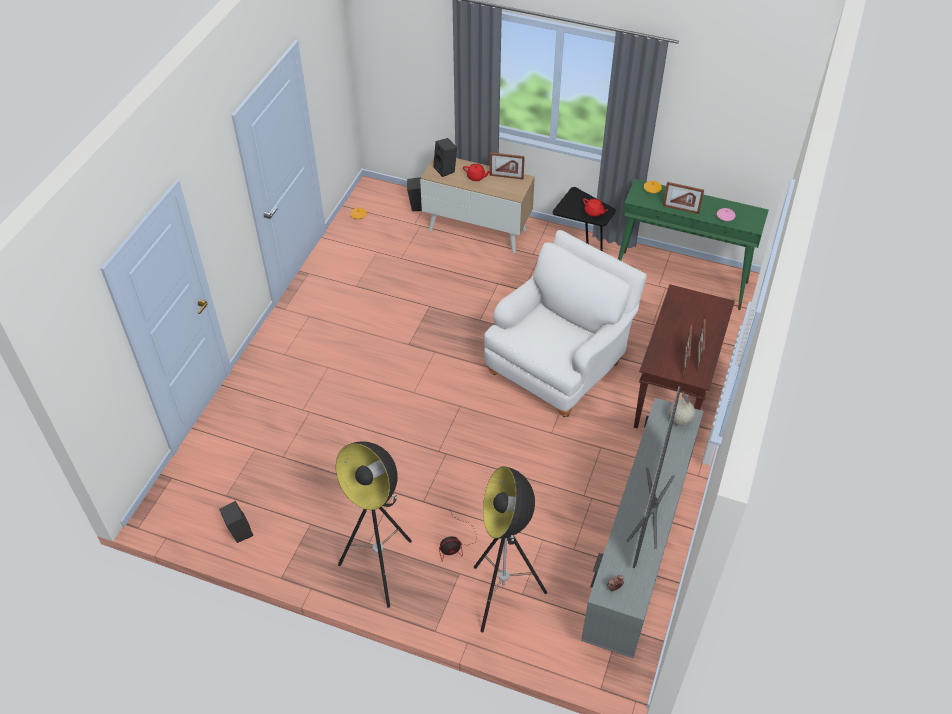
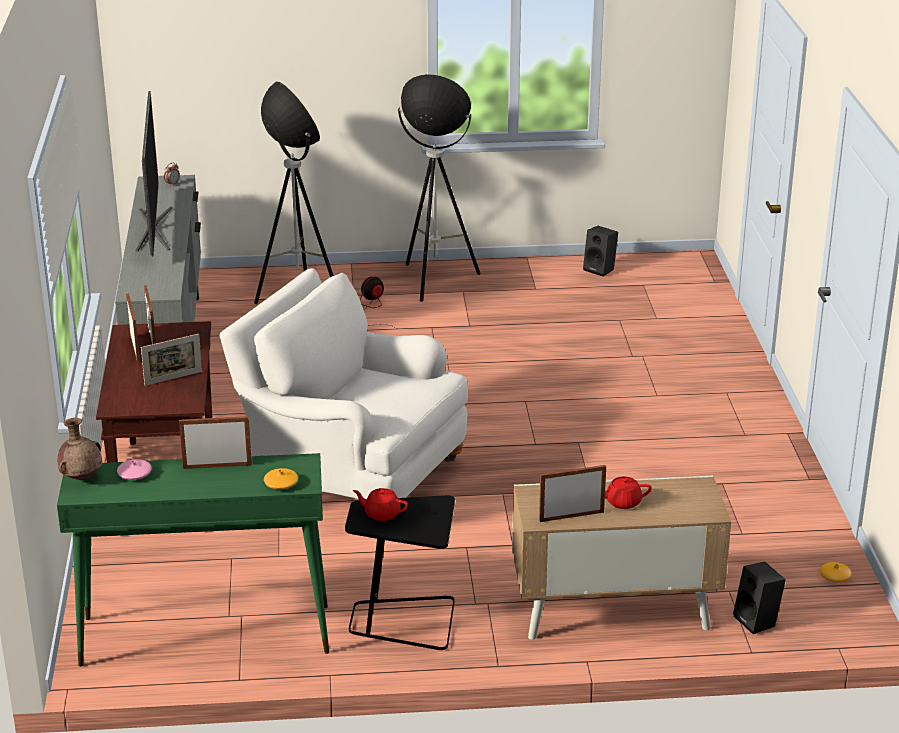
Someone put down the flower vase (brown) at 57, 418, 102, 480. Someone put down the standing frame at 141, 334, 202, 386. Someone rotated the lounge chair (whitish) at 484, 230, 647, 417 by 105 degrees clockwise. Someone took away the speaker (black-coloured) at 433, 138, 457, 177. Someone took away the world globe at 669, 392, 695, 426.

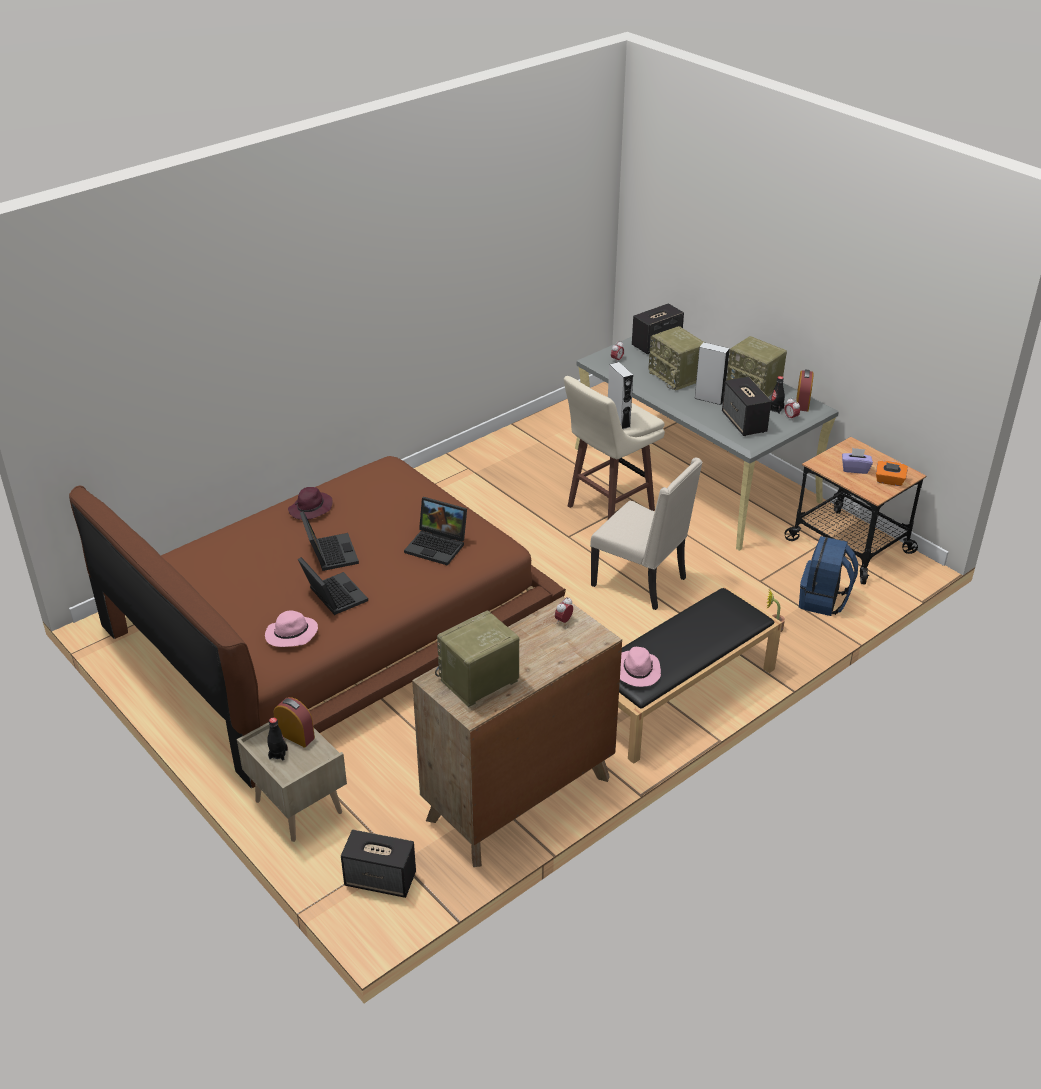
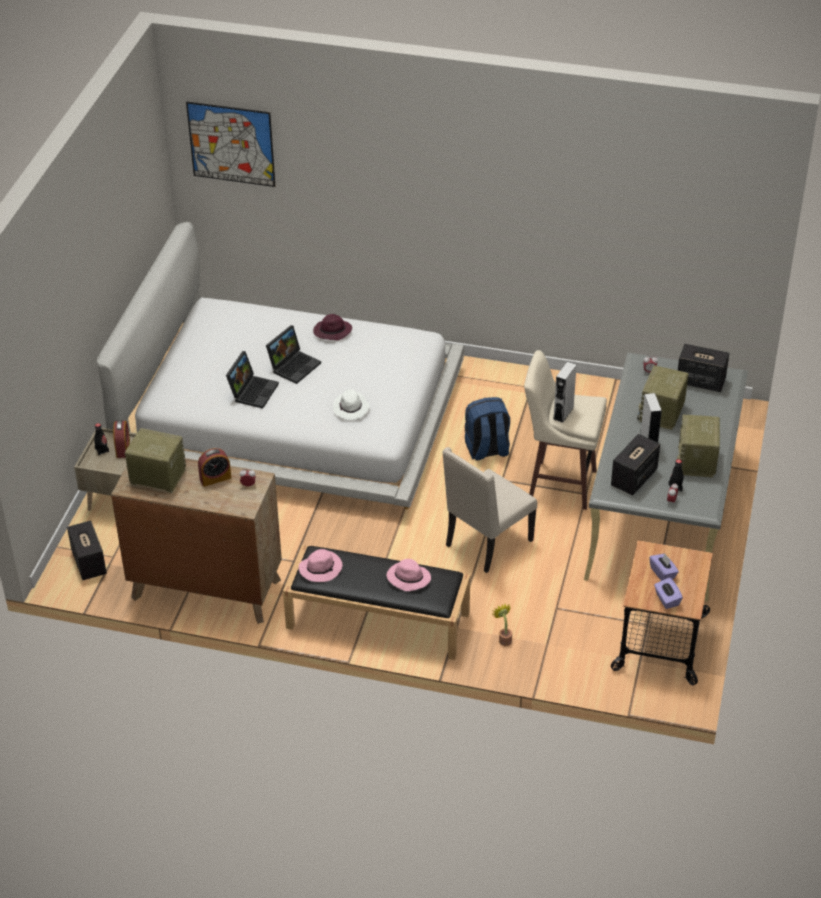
Someone repainted the sleeping bed (brown) at 69, 456, 566, 788, which became the sleeping bed (whitish) at 97, 222, 465, 509. Someone put up the wall picture at 186, 101, 275, 187. Someone carried the table clock from 796, 370, 814, 411 to 198, 448, 231, 487. Someone swapped the portable computer at 404, 497, 467, 566 for the wearable hat (whitish) at 333, 389, 370, 420. Someone carried the wearable hat (pinkish) from 265, 610, 318, 647 to 387, 559, 431, 591. Someone rotated the chair (beige) at 590, 457, 703, 610 by 45 degrees clockwise. Someone carried the rucksack (bluish) from 799, 536, 858, 616 to 464, 397, 510, 461. Someone repainted the box of tissues (orange-coloured) at 876, 461, 908, 486, which became the box of tissues (purple) at 654, 577, 683, 609.

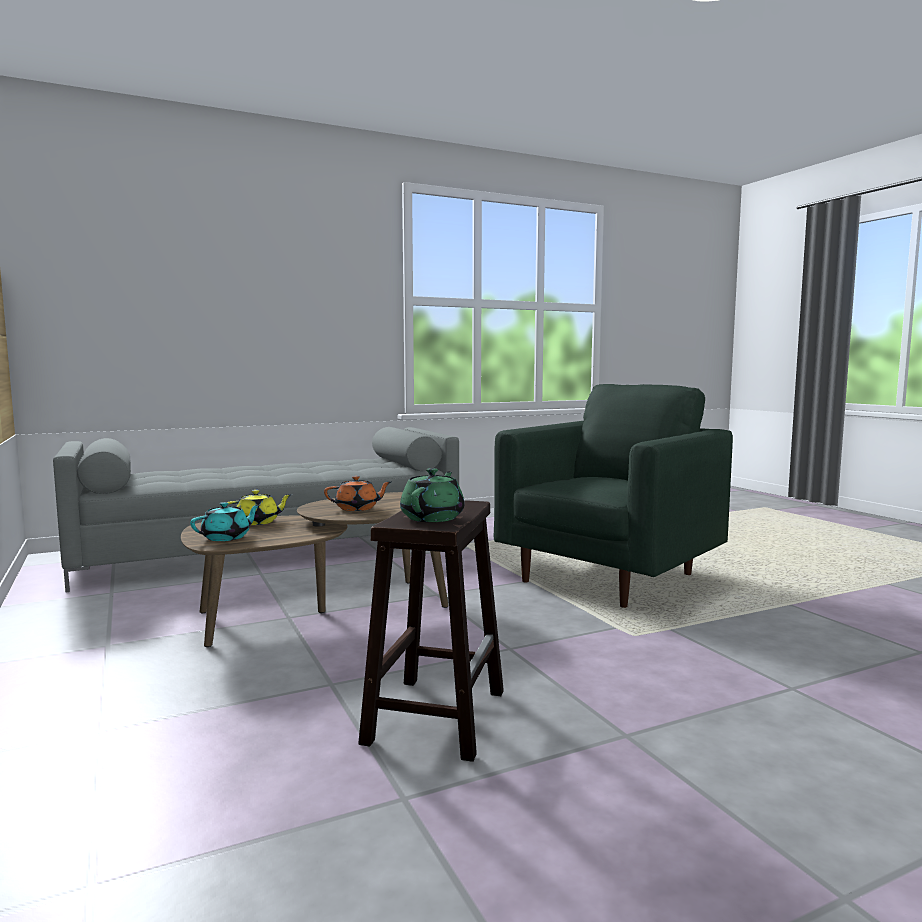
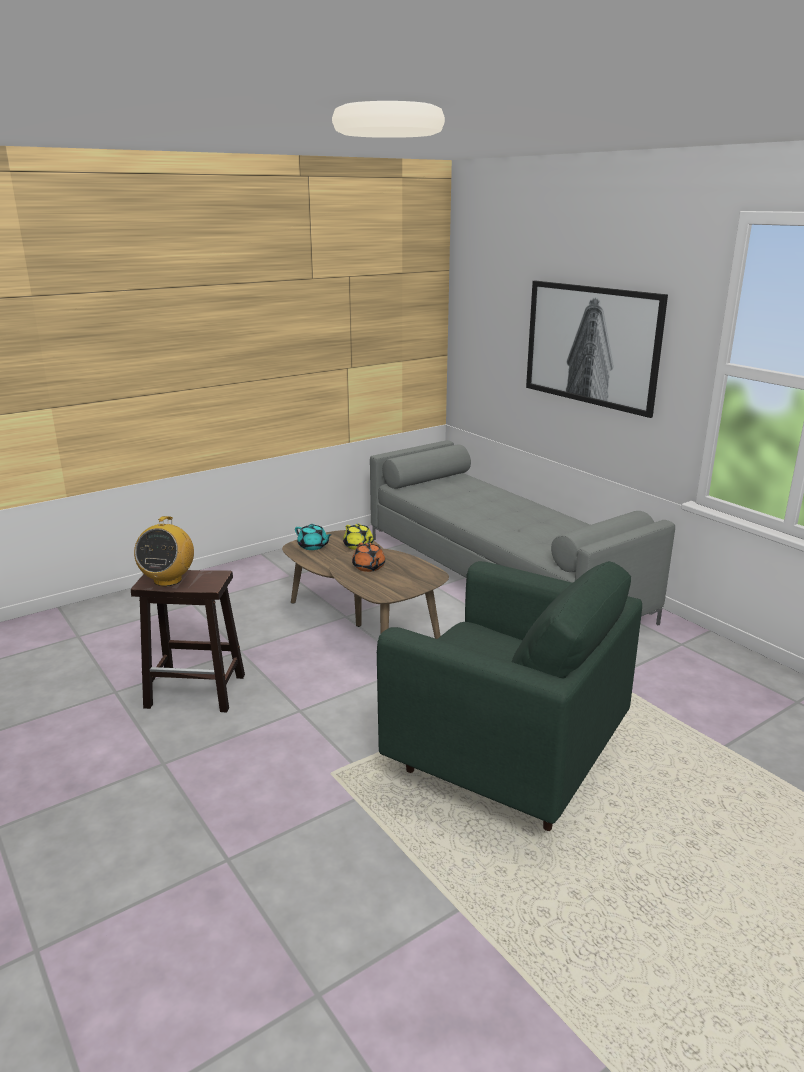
Someone swapped the pot for tea (green) at 400, 468, 465, 522 for the radio receiver at 134, 516, 194, 586. Someone put up the wall picture at 526, 281, 668, 418.

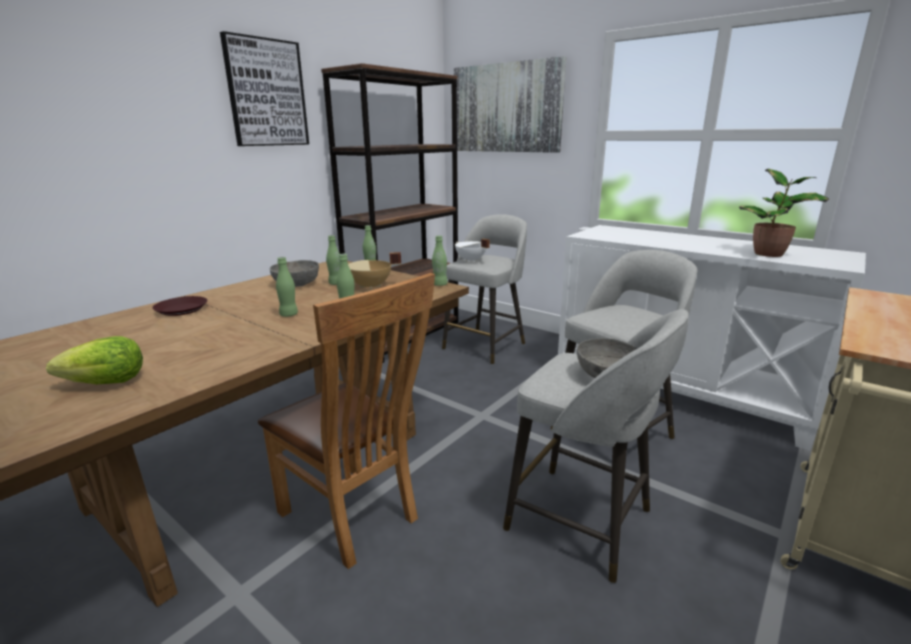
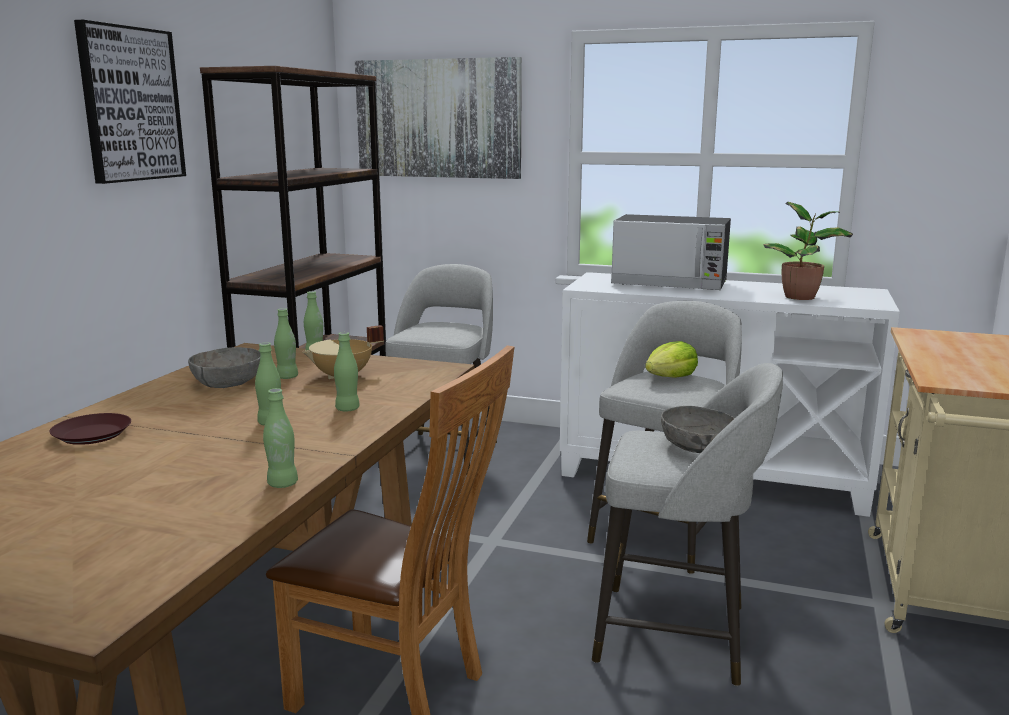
Someone carried the bottle (green) from 432, 235, 448, 286 to 263, 388, 298, 488. Someone put down the microwave at 611, 214, 731, 290. Someone carried the lettuce from 46, 336, 143, 384 to 645, 341, 698, 378. Someone took away the stockpot (whitish) at 455, 239, 490, 262.

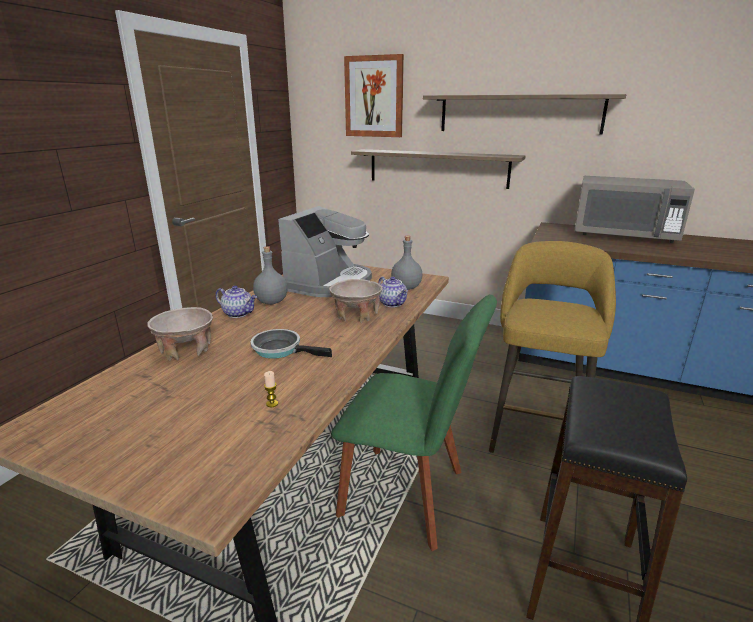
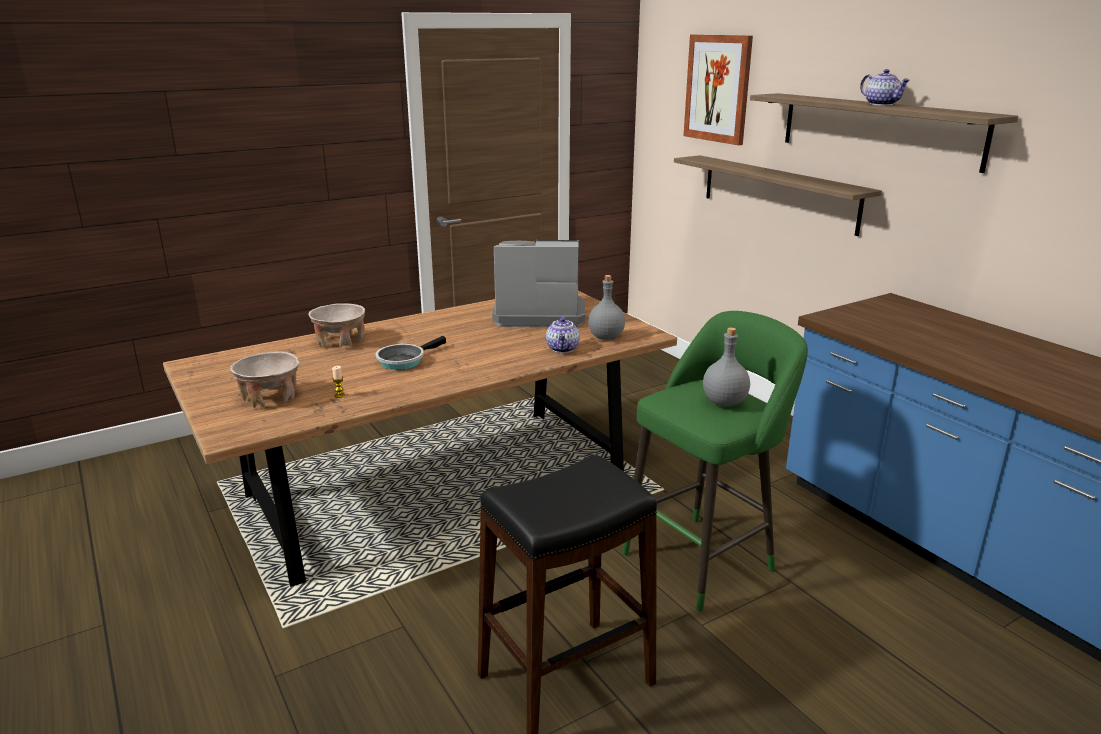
Someone carried the deep dish (beige) from 329, 279, 382, 323 to 230, 351, 300, 408. Someone rotated the skillet at 251, 329, 332, 359 by 105 degrees counterclockwise. Someone rotated the coffee machine at 278, 206, 372, 297 by 150 degrees counterclockwise. Someone repainted the stool seat (yellow-coloured) at 489, 241, 616, 453, which became the stool seat (green) at 622, 311, 808, 612. Someone carried the bottle (greyish) from 253, 246, 288, 305 to 703, 327, 750, 406. Someone carried the pot for tea from 216, 286, 257, 318 to 860, 69, 910, 106. Someone took away the chair (green) at 331, 295, 497, 551. Someone took away the microwave (greyish) at 575, 176, 695, 243.

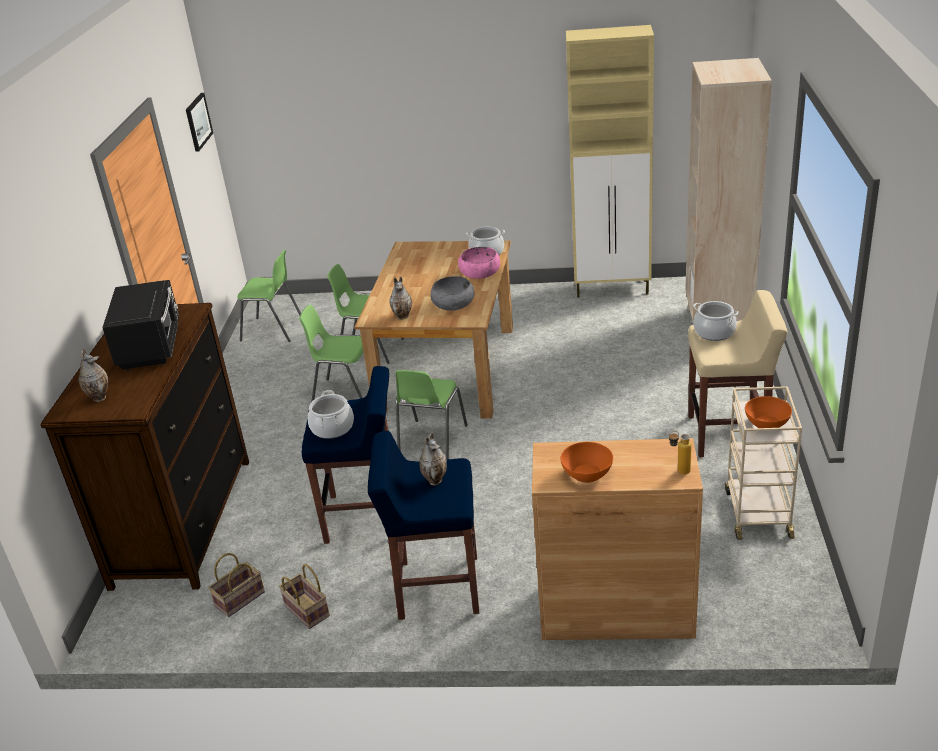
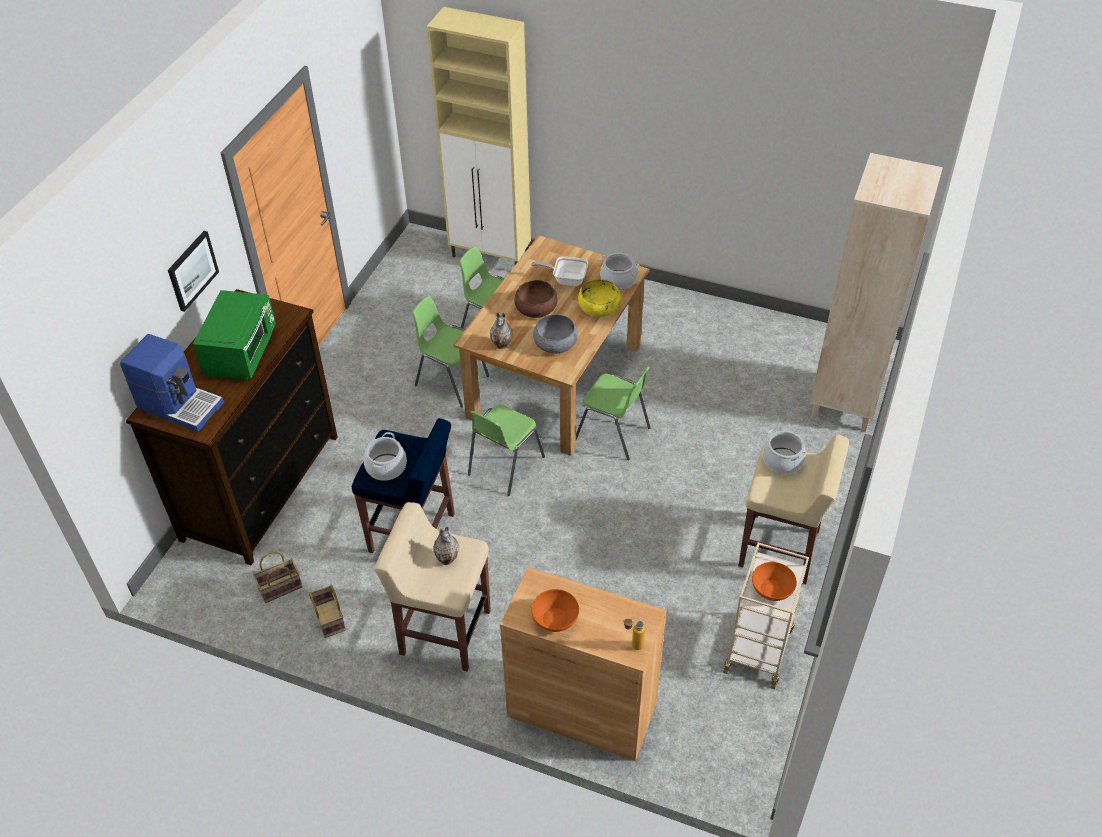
Someone swapped the flower vase at 78, 349, 108, 402 for the coffee machine at 120, 334, 224, 432. Someone carried the wall picture from 186, 93, 213, 152 to 168, 231, 219, 312. Someone repainted the microwave (black-coloured) at 103, 280, 179, 370, which became the microwave (green) at 193, 290, 276, 380. Someone repainted the stool seat (bluish) at 368, 431, 479, 620, which became the stool seat (beige) at 375, 502, 491, 671. Someone carried the cupboard (beige) from 566, 25, 654, 298 to 427, 7, 531, 265. Someone put down the deep dish (brown) at 514, 280, 558, 318. Someone put down the skillet at 531, 256, 588, 286. Someone carried the chair (green) from 237, 250, 301, 342 to 576, 366, 651, 460. Someone repainted the deep dish (pinkish) at 458, 247, 500, 279, which became the deep dish (yellow-coloured) at 578, 279, 621, 317.

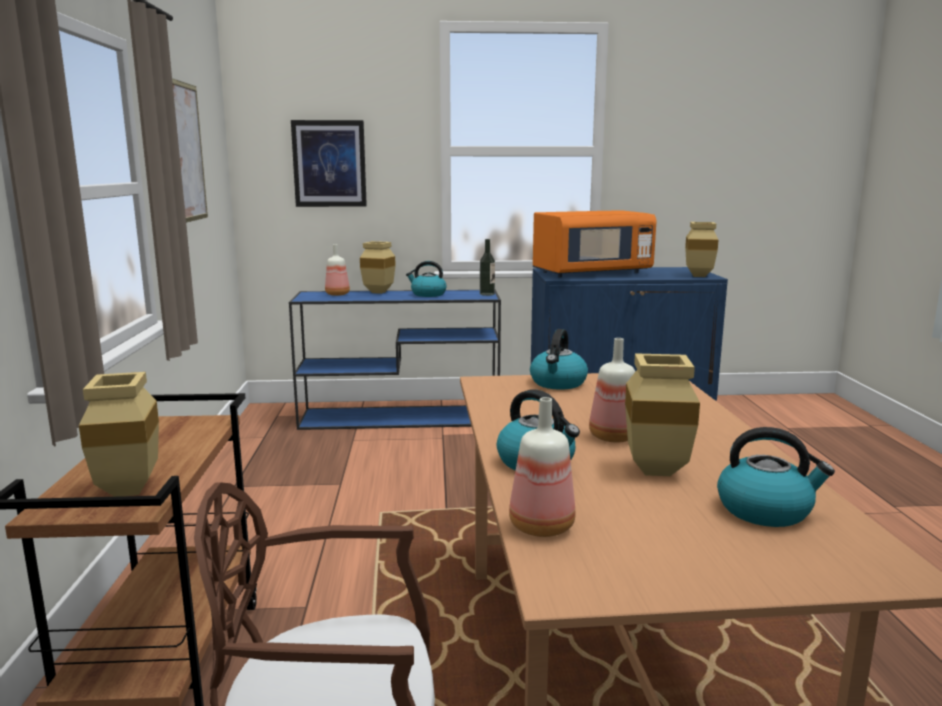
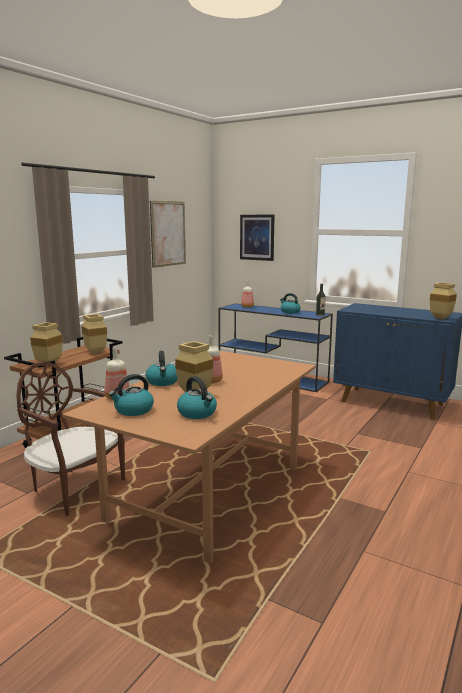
Someone carried the flower vase (beige) from 360, 241, 396, 294 to 81, 314, 107, 354. Someone carried the kettle from 530, 329, 588, 390 to 109, 374, 154, 416. Someone took away the microwave (orange-coloured) at 533, 210, 657, 277.

